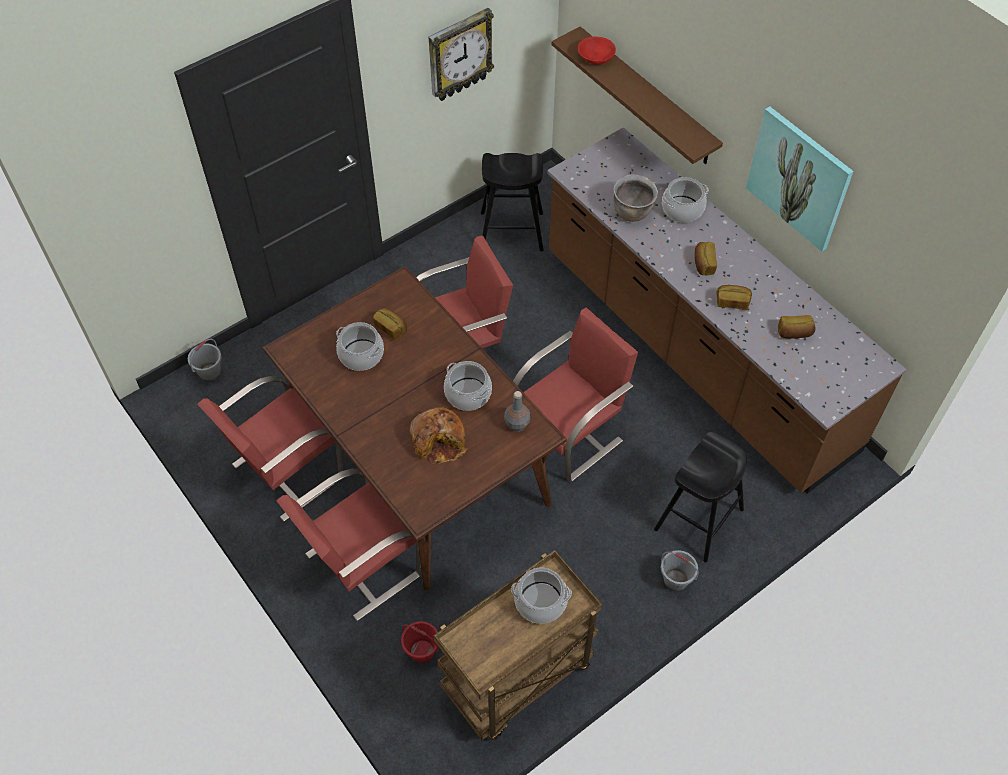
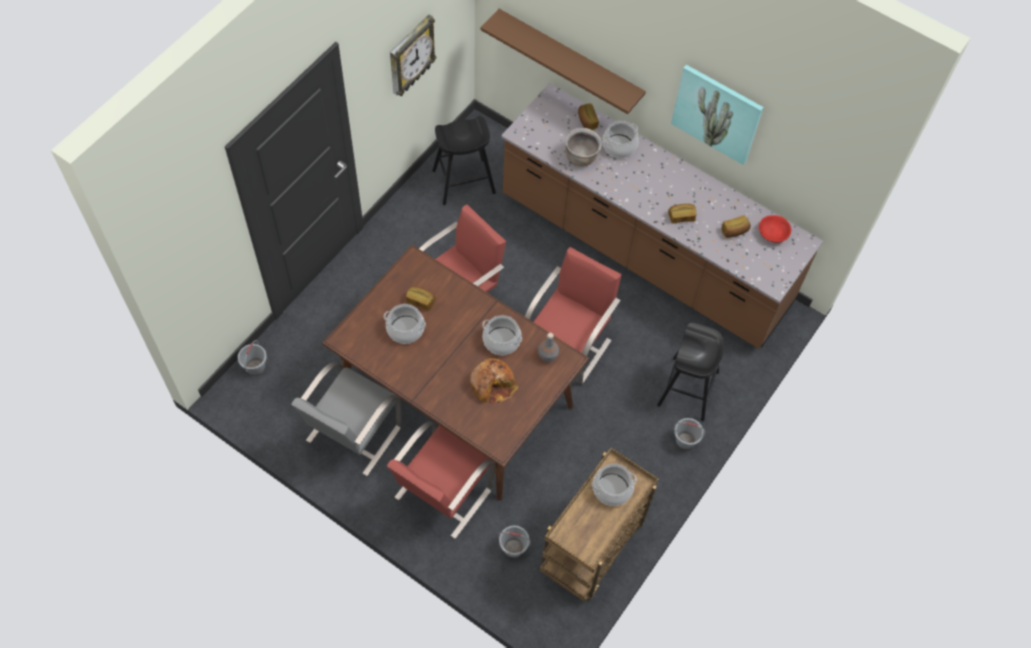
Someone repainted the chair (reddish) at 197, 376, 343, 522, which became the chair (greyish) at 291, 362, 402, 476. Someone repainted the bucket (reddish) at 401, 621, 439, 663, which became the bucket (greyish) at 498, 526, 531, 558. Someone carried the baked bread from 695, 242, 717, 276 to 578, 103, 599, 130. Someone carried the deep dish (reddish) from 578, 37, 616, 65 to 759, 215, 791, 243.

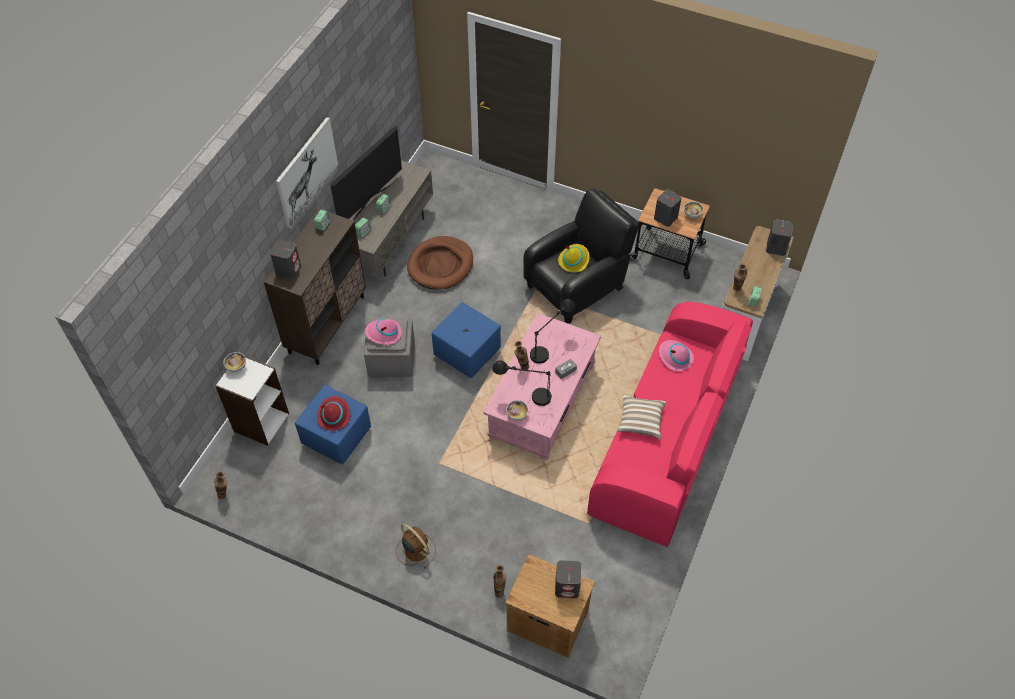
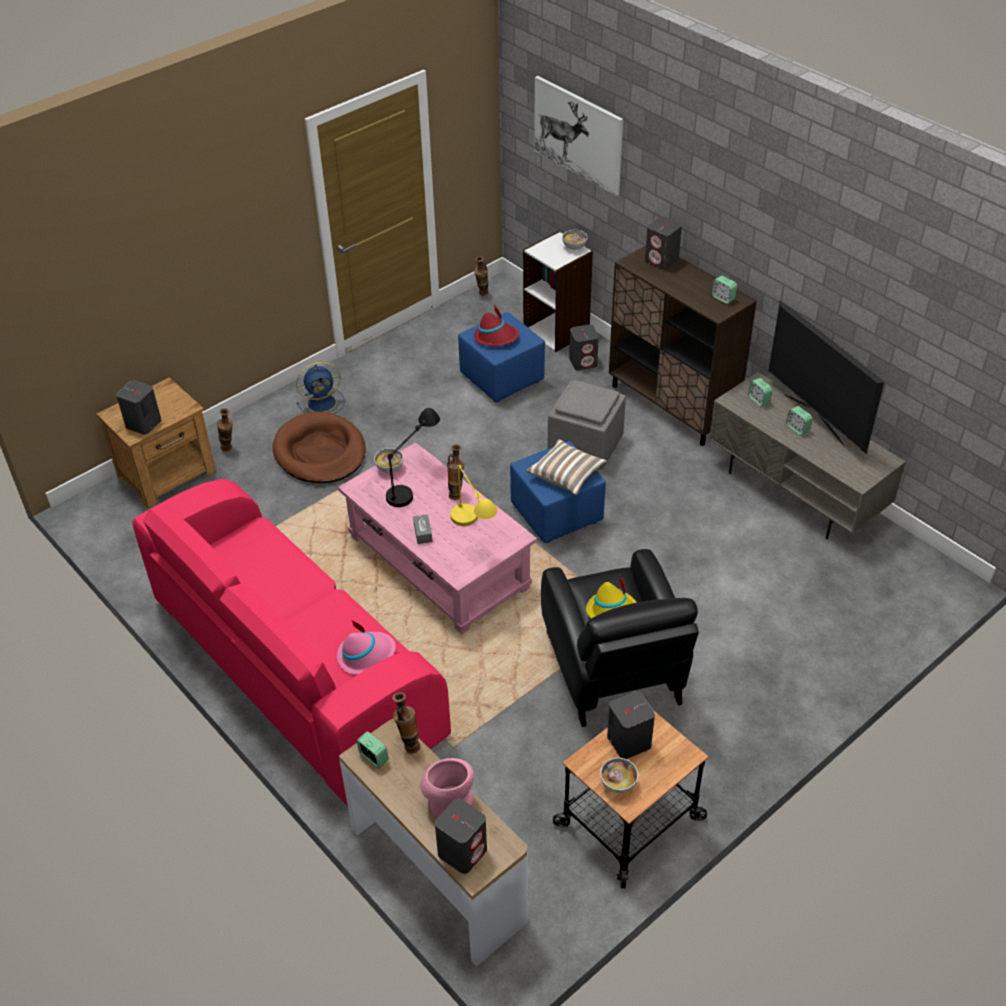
Someone carried the pet bed (brown) from 407, 236, 473, 290 to 273, 411, 366, 483. Someone repainted the fan (brown) at 396, 524, 436, 569, which became the fan (bluish) at 296, 362, 345, 414. Someone put down the flower vase (pinkish) at 420, 758, 474, 819. Someone repainted the tabletop lamp (black-coloured) at 530, 299, 575, 364, which became the tabletop lamp (yellow-coloured) at 450, 464, 497, 526. Someone carried the throw pillow from 617, 395, 666, 440 to 526, 439, 607, 495. Someone carried the wall picture from 276, 117, 338, 228 to 535, 76, 623, 196. Someone put down the speaker (greyish) at 569, 324, 599, 370. Someone took away the wearable hat (pinkish) at 365, 319, 402, 345.

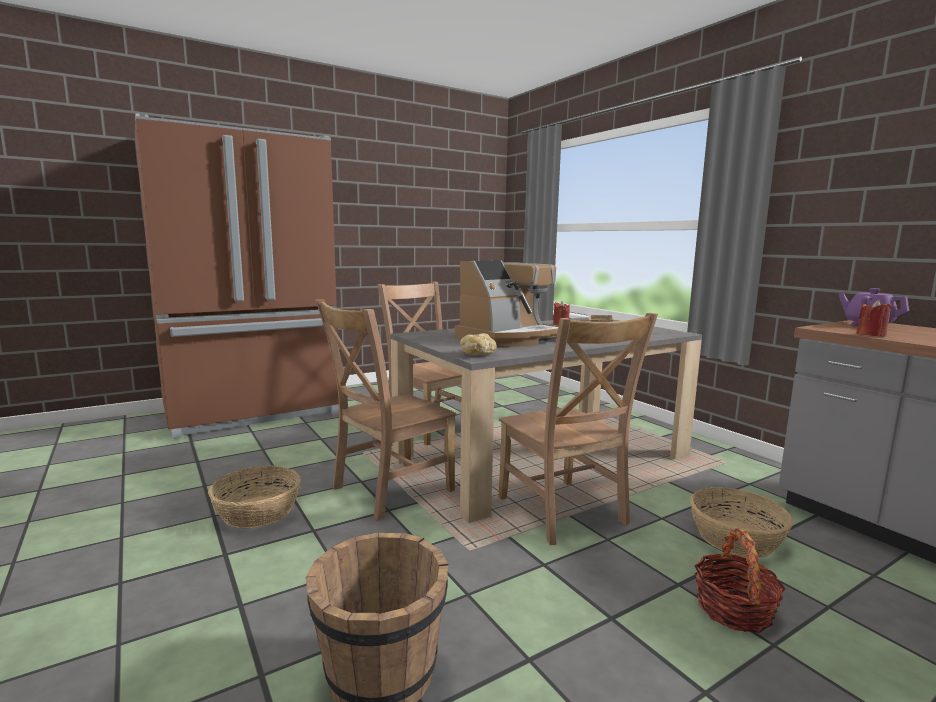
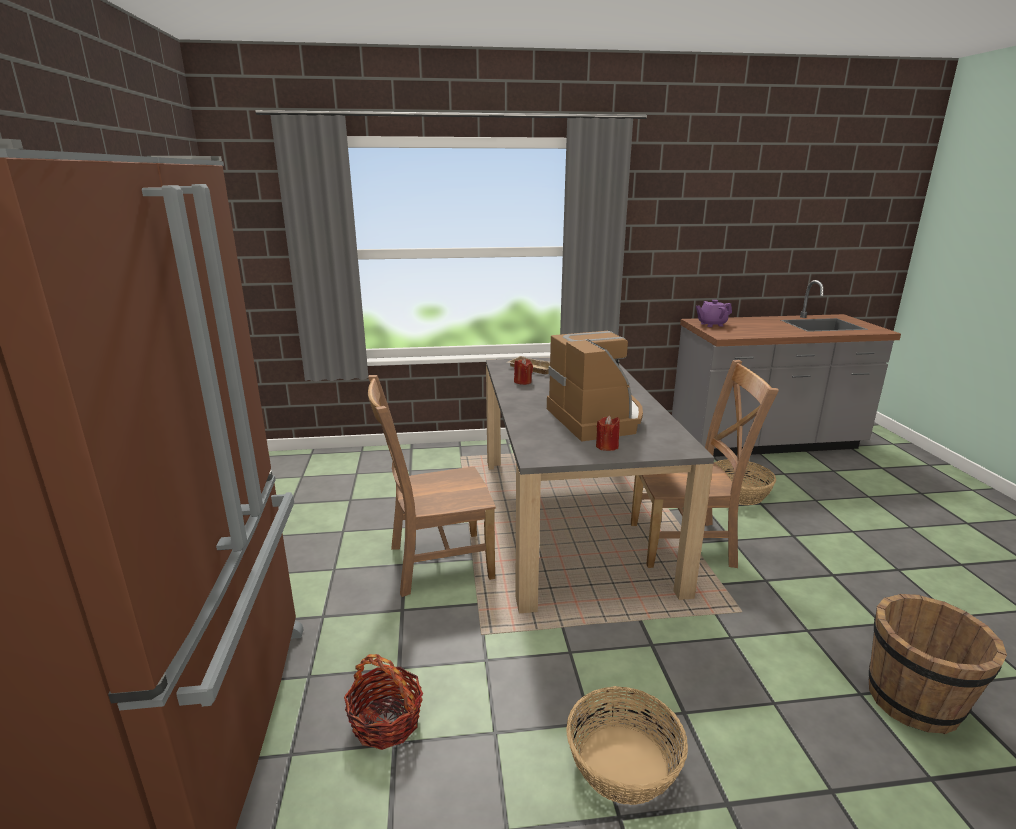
Someone carried the household basket from 694, 528, 785, 633 to 344, 654, 423, 750. Someone carried the candle (reddish) from 856, 300, 892, 337 to 596, 415, 620, 451. Someone took away the chair (brown) at 316, 299, 457, 521. Someone took away the baked bread at 460, 333, 497, 355.

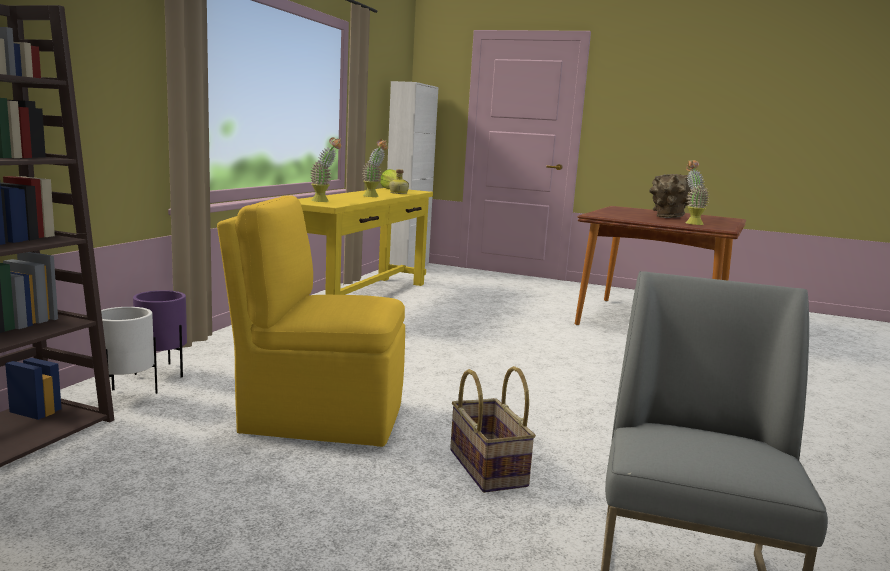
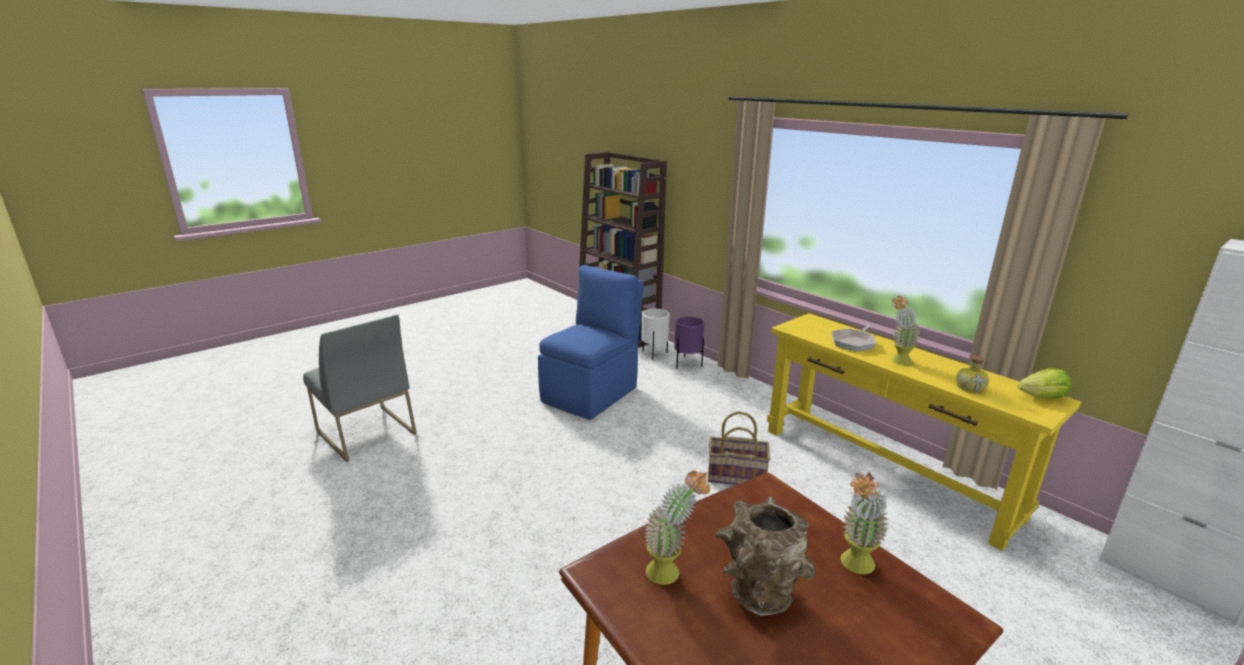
Someone repainted the chair (yellow-coloured) at 217, 195, 405, 447, which became the chair (bluish) at 538, 265, 644, 420. Someone carried the household basket from 450, 366, 536, 493 to 708, 411, 770, 485. Someone put down the skillet at 831, 324, 876, 351. Someone carried the plant in a pot from 310, 137, 341, 202 to 840, 472, 889, 574.

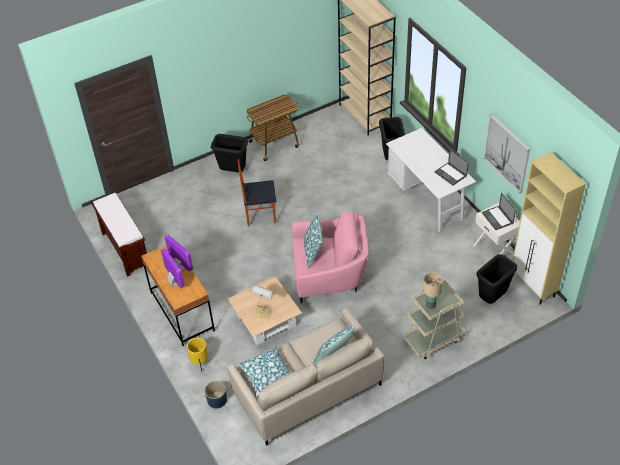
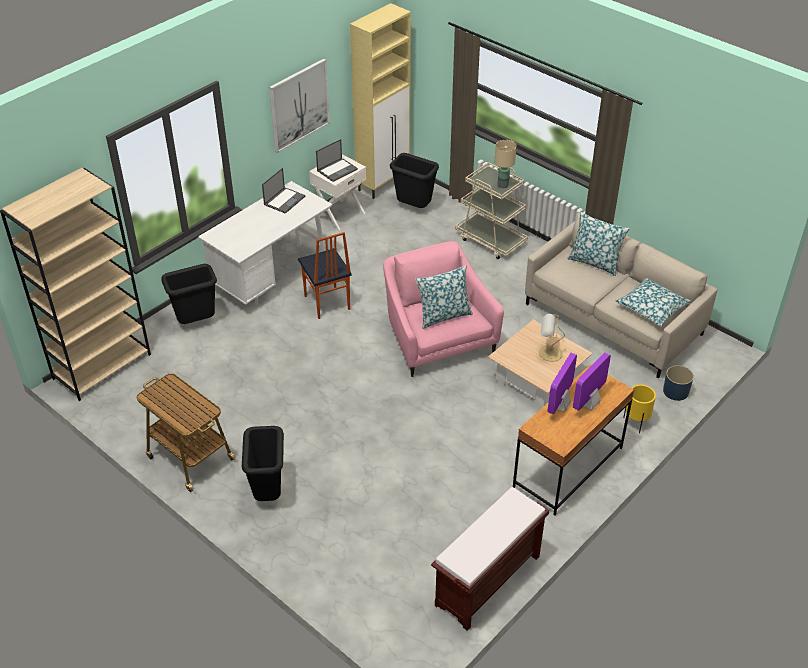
Someone carried the chair from 238, 159, 276, 226 to 298, 232, 352, 319.

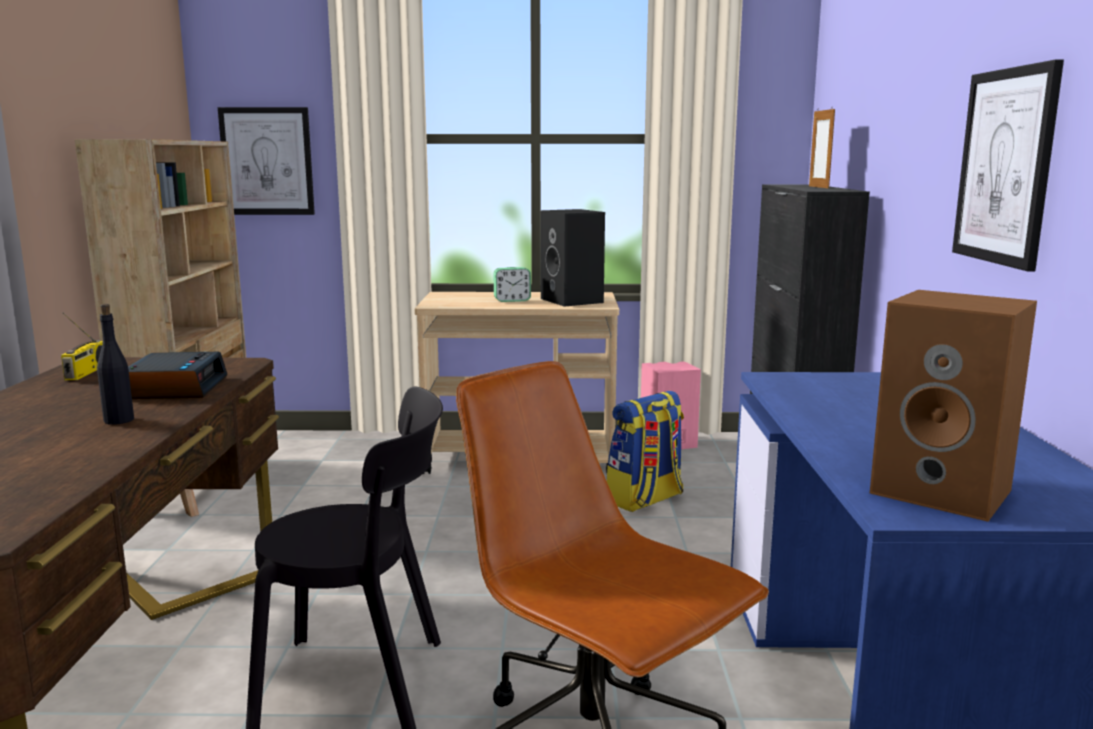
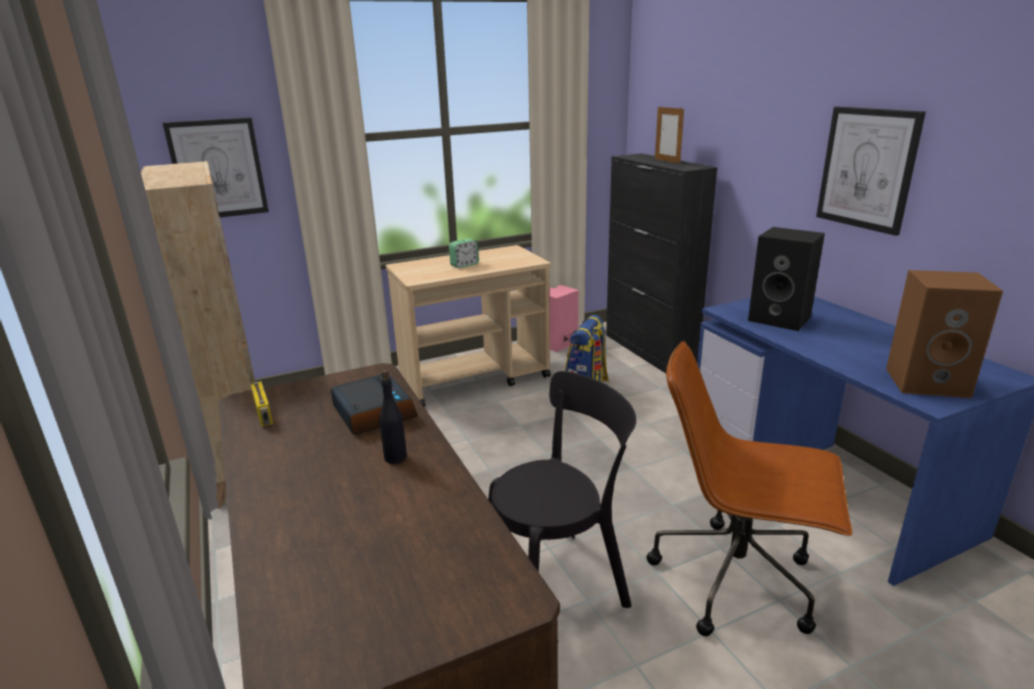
Someone carried the speaker (black-coloured) from 541, 209, 605, 307 to 748, 227, 825, 331.

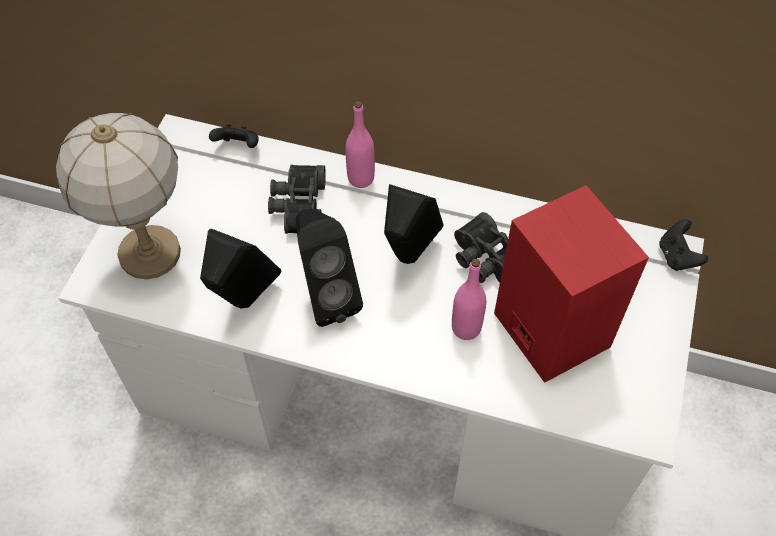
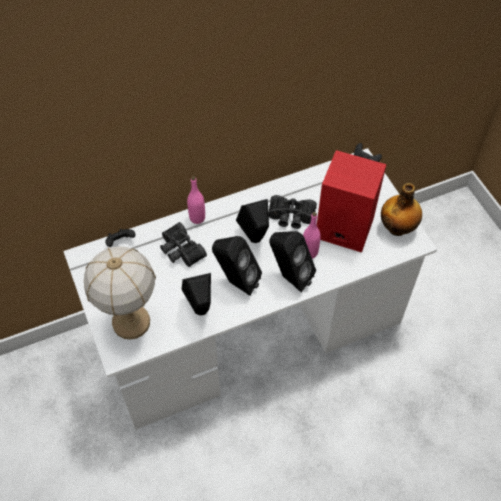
Someone put down the speaker (black-coloured) at 269, 231, 316, 292. Someone put down the bottle at 381, 183, 422, 236.

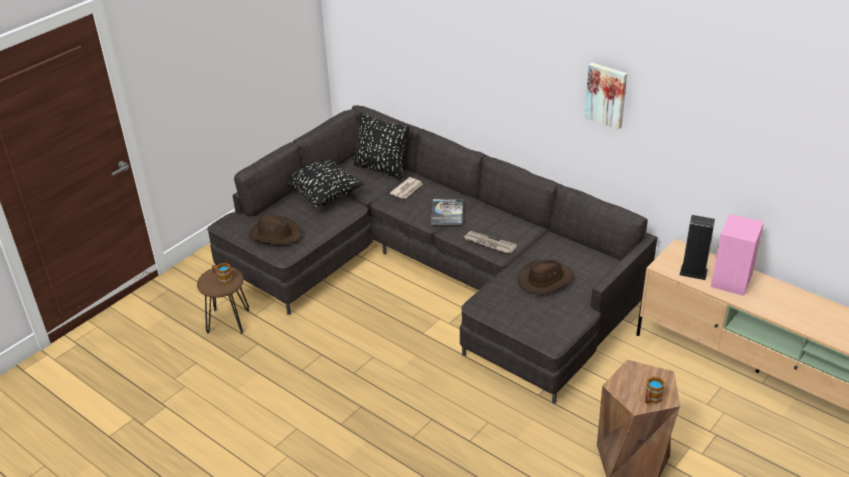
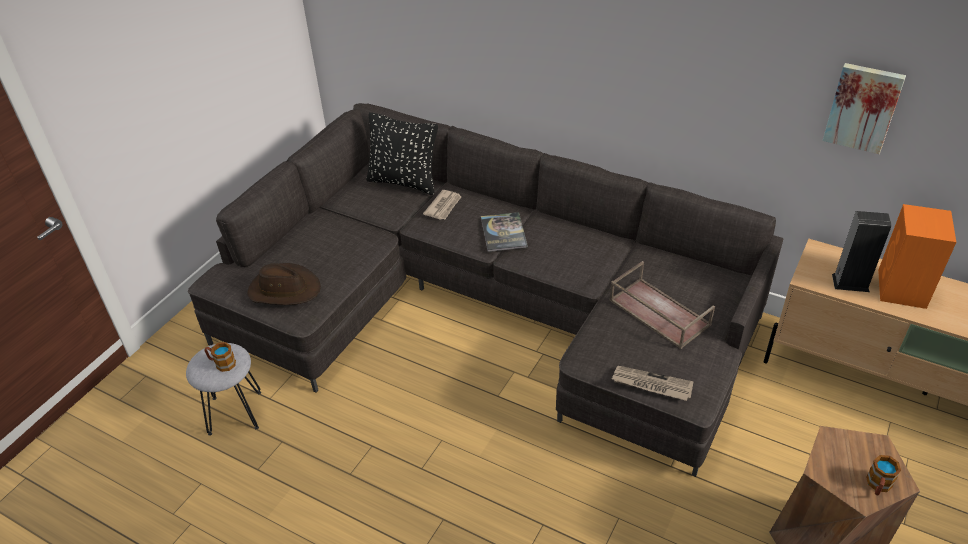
Someone repainted the stool seat (brown) at 197, 267, 249, 334, which became the stool seat (greyish) at 186, 343, 261, 436. Someone swapped the wearable hat (brown) at 518, 260, 574, 294 for the serving tray (brown) at 609, 261, 715, 349. Someone carried the newspaper from 464, 231, 517, 253 to 612, 366, 694, 401. Someone carried the wall picture from 585, 63, 627, 130 to 822, 63, 906, 154. Someone repainted the speaker (pinkish) at 711, 214, 764, 296, which became the speaker (orange-coloured) at 878, 204, 956, 309. Someone took away the throw pillow (black-coloured) at 289, 159, 364, 207.

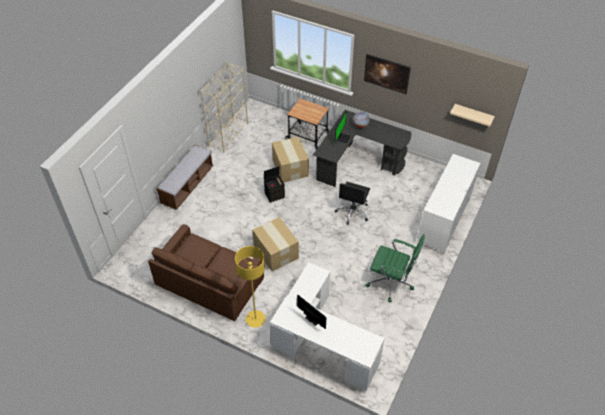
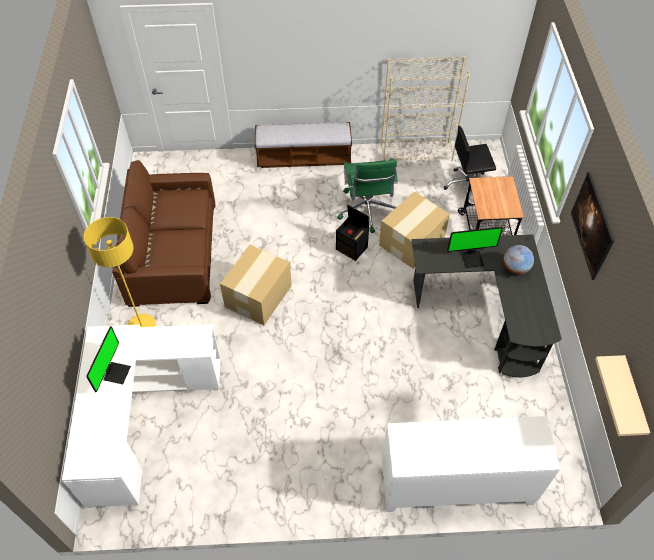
Someone carried the computer chair (green) from 365, 234, 425, 303 to 337, 158, 398, 233. Someone carried the computer chair (black-coloured) from 335, 182, 370, 225 to 444, 126, 496, 203.

